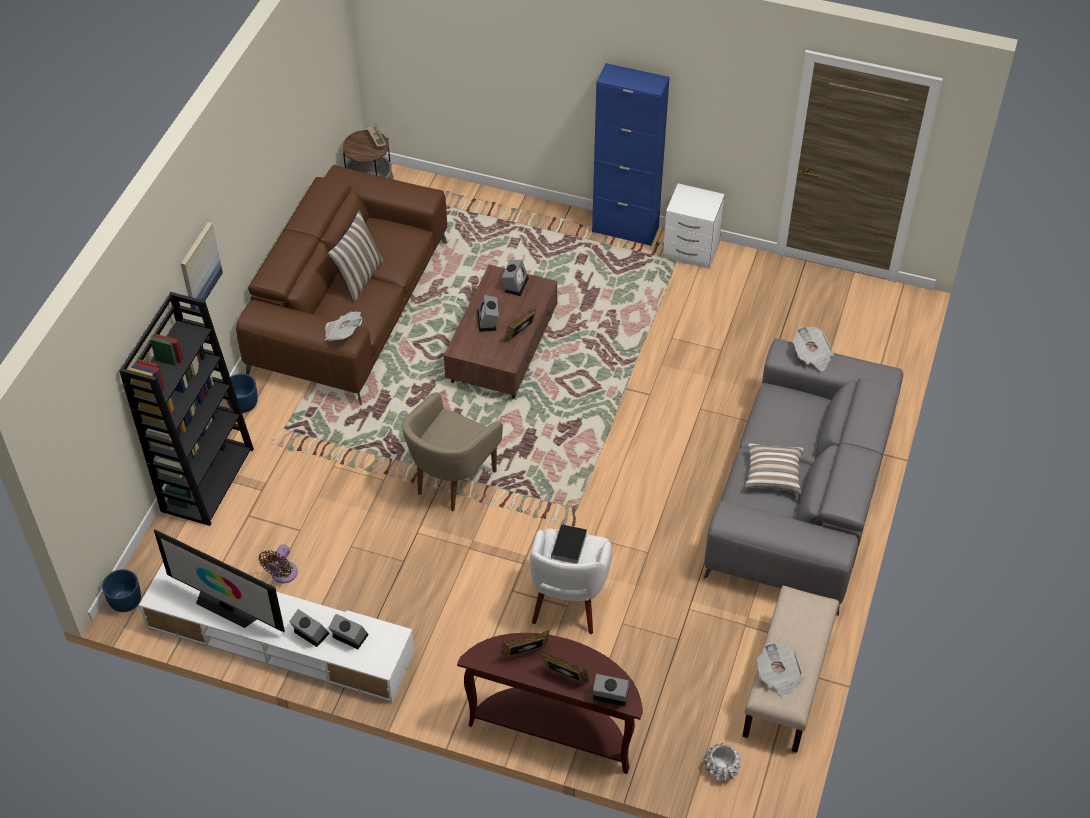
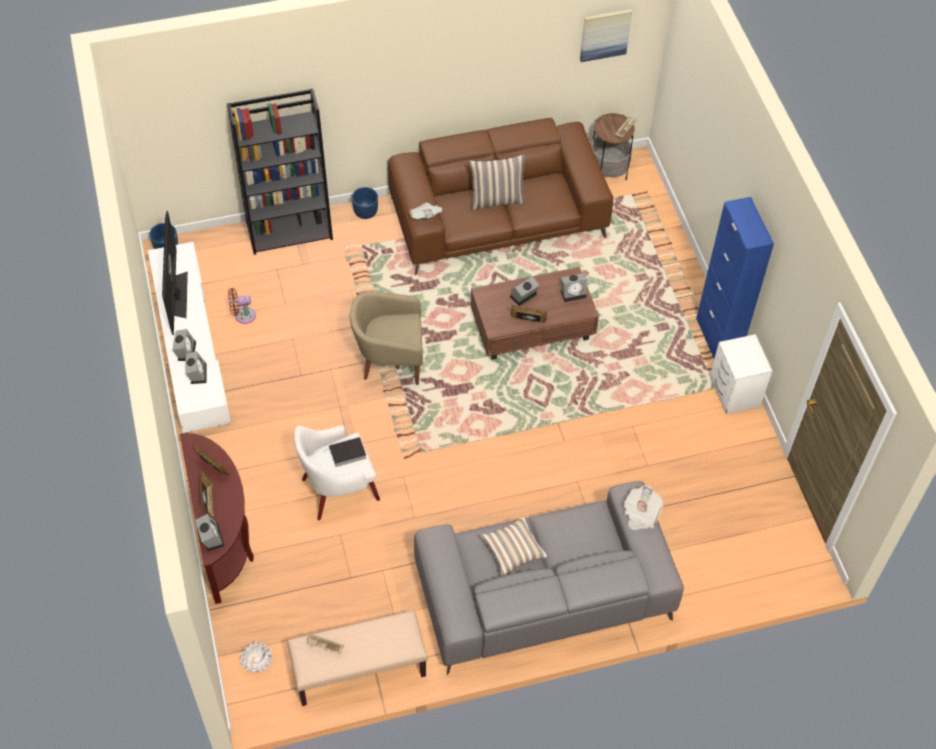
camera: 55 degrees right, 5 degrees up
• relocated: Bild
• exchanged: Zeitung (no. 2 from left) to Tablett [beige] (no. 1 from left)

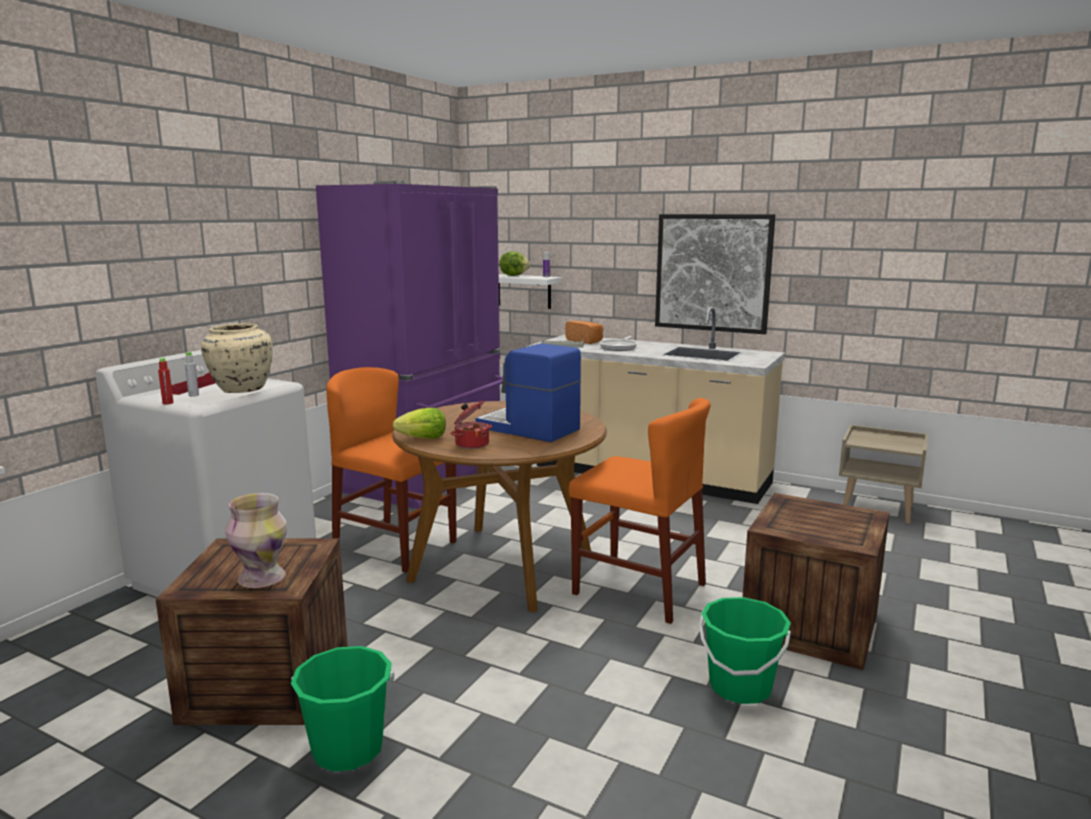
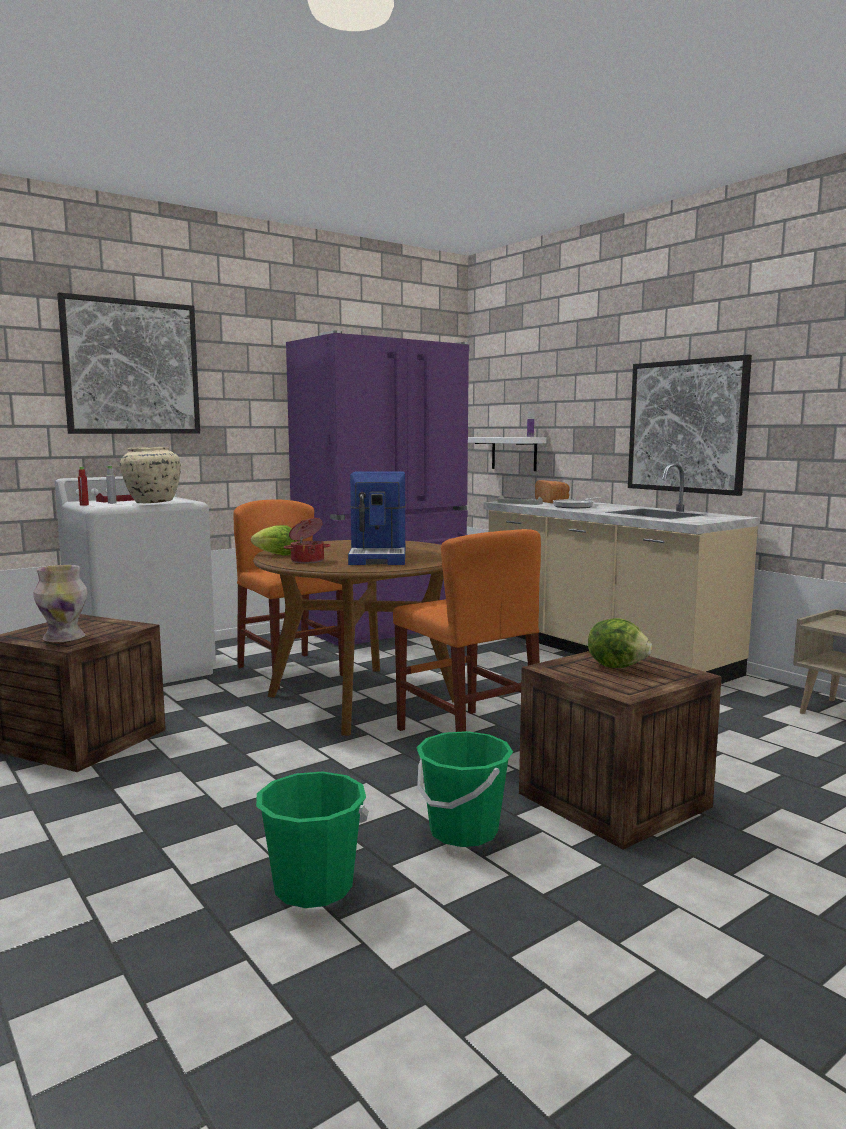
camera: 25 degrees right, 5 degrees down
• relocated: Salatkopf (no. 2 from left)
• spun: Kaffeemaschine 150 degrees counterclockwise
• relocated: Eimer [grün] (no. 1 from left)
• appeared: Bild (no. 1 from left)

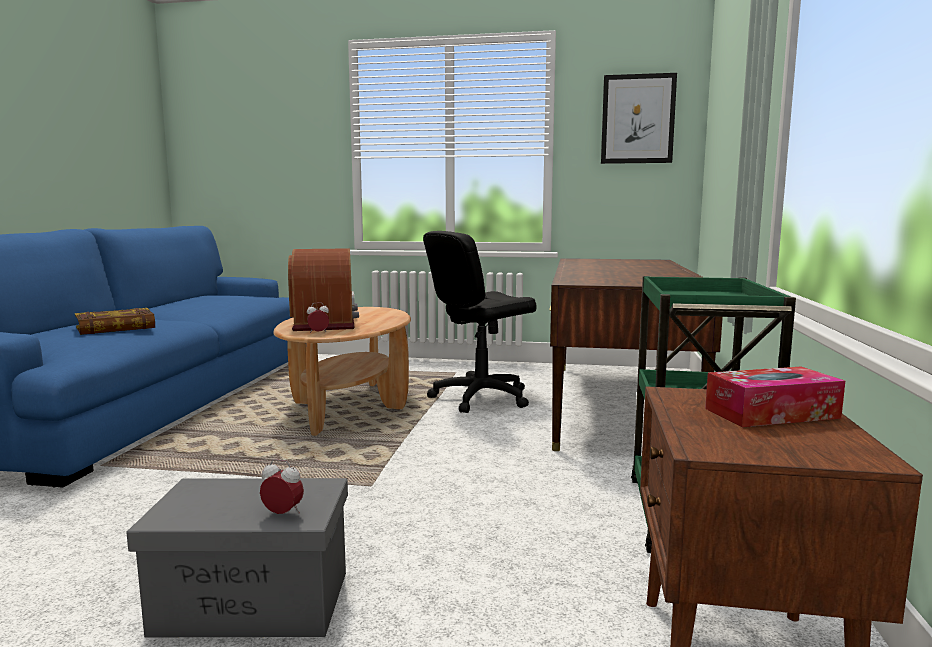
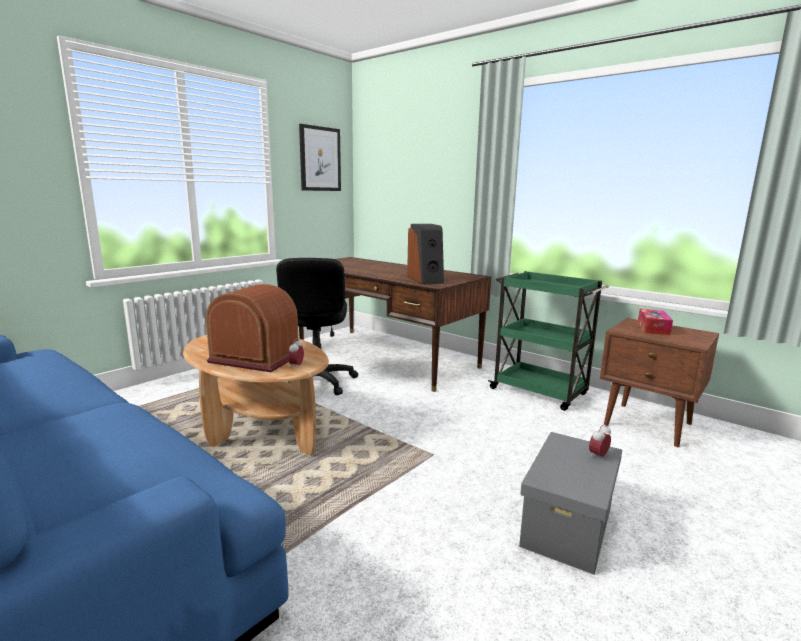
camera: 60 degrees left, 5 degrees up
• missing: Buch
• appeared: Lautsprecher

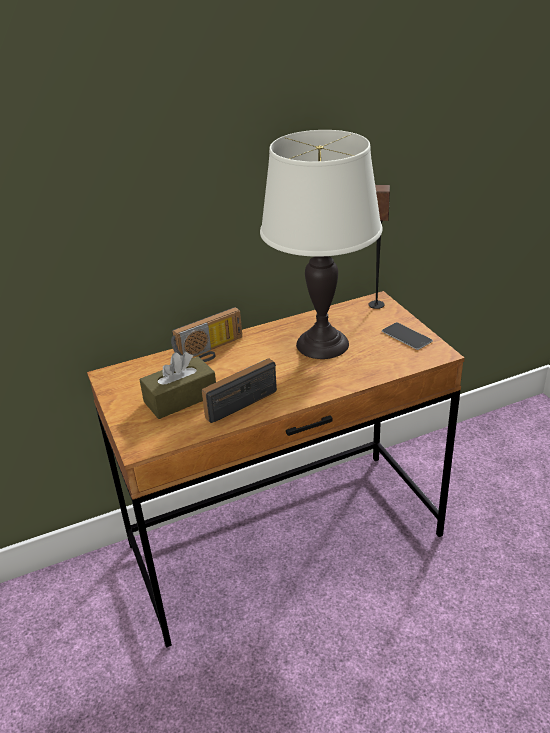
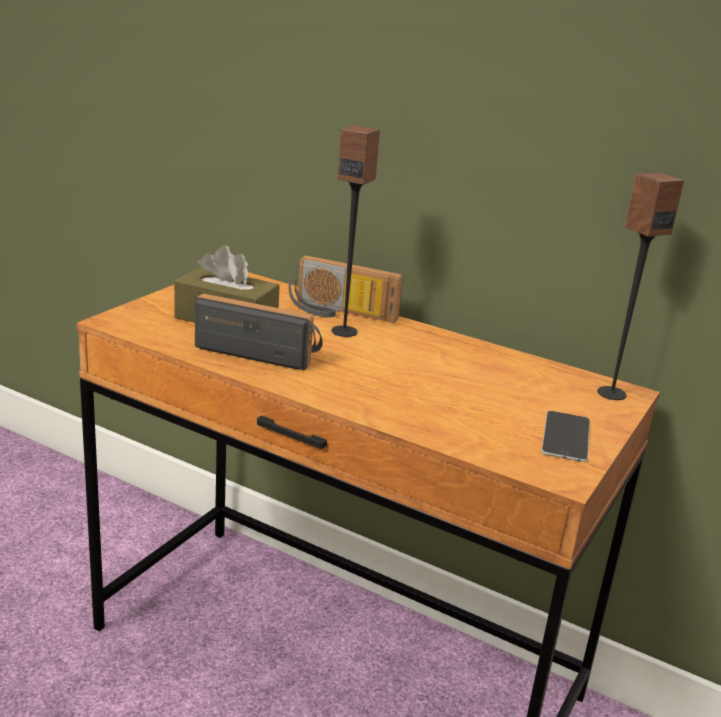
camera: 50 degrees right, 10 degrees down
• missing: Tischlampe [weiß]
• appeared: Lautsprecher (no. 1 from left)

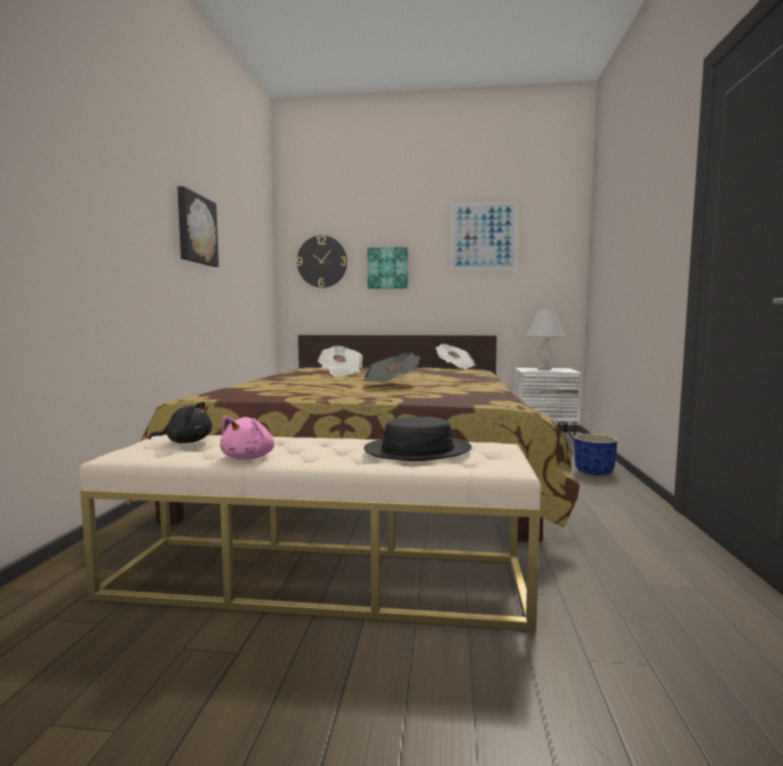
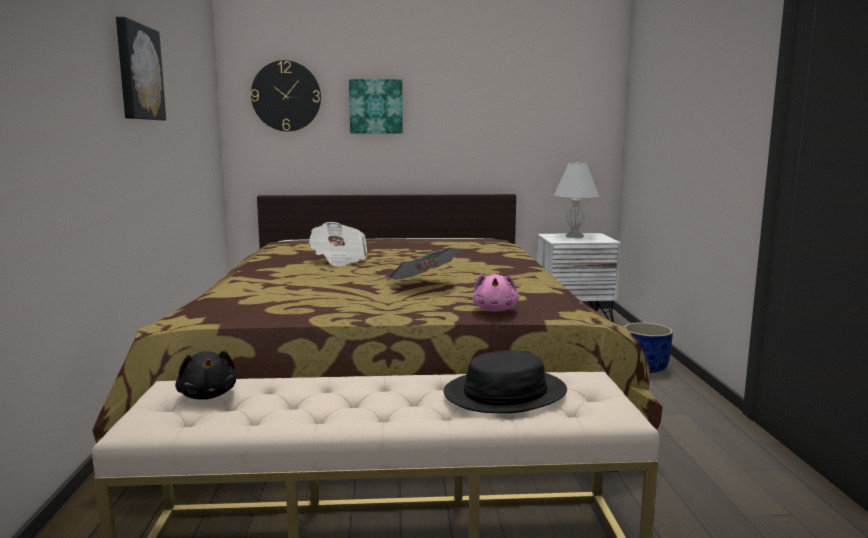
camera: 10 degrees left, 5 degrees up
• missing: Bild (no. 3 from left)
• missing: Zeitung (no. 3 from left)
• spun: Plüschtier [schwarz] 75 degrees clockwise
• relocated: Plüschtier [rosa]

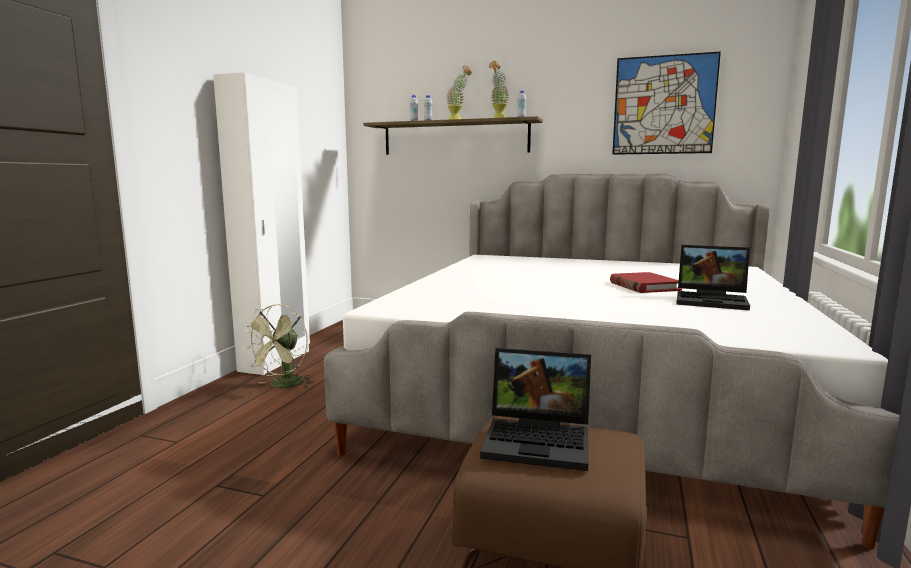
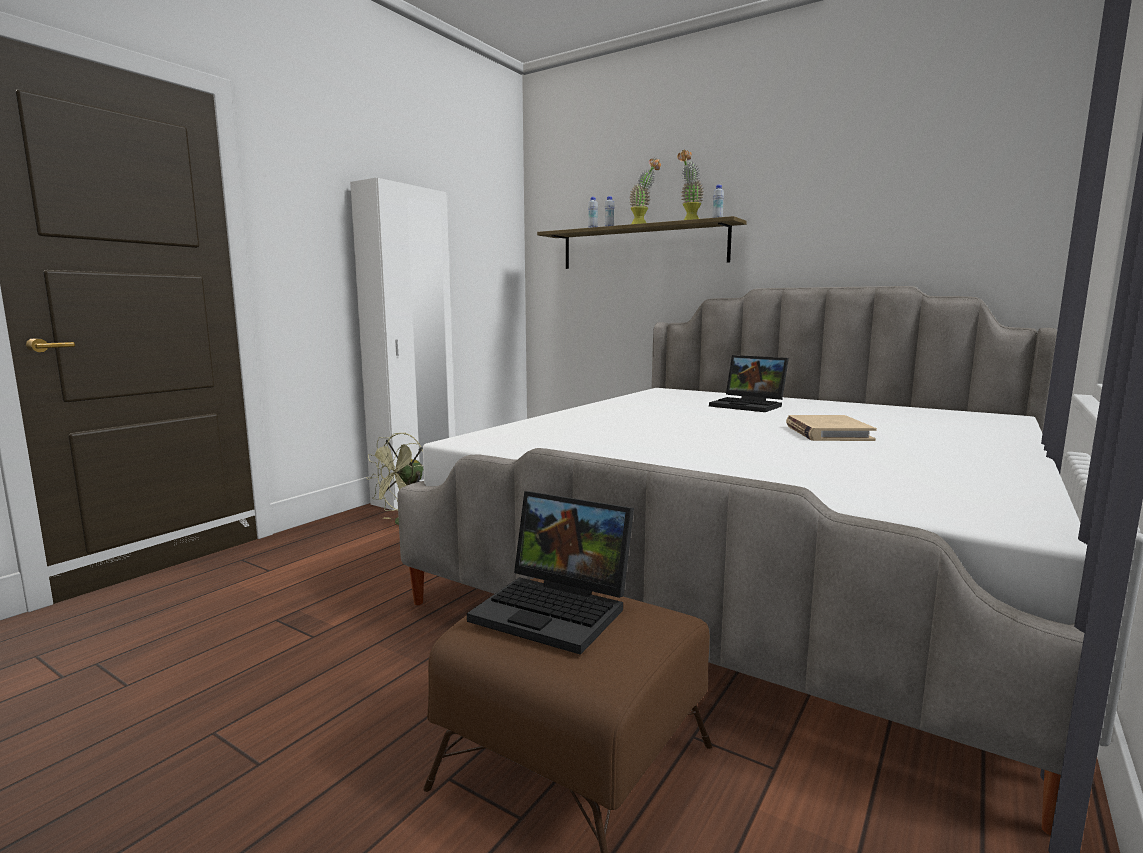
camera: 15 degrees right, 0 degrees up
• missing: Bild
• relocated: Laptop (no. 2 from left)
• colour: Buch [rot] to Buch [beige]

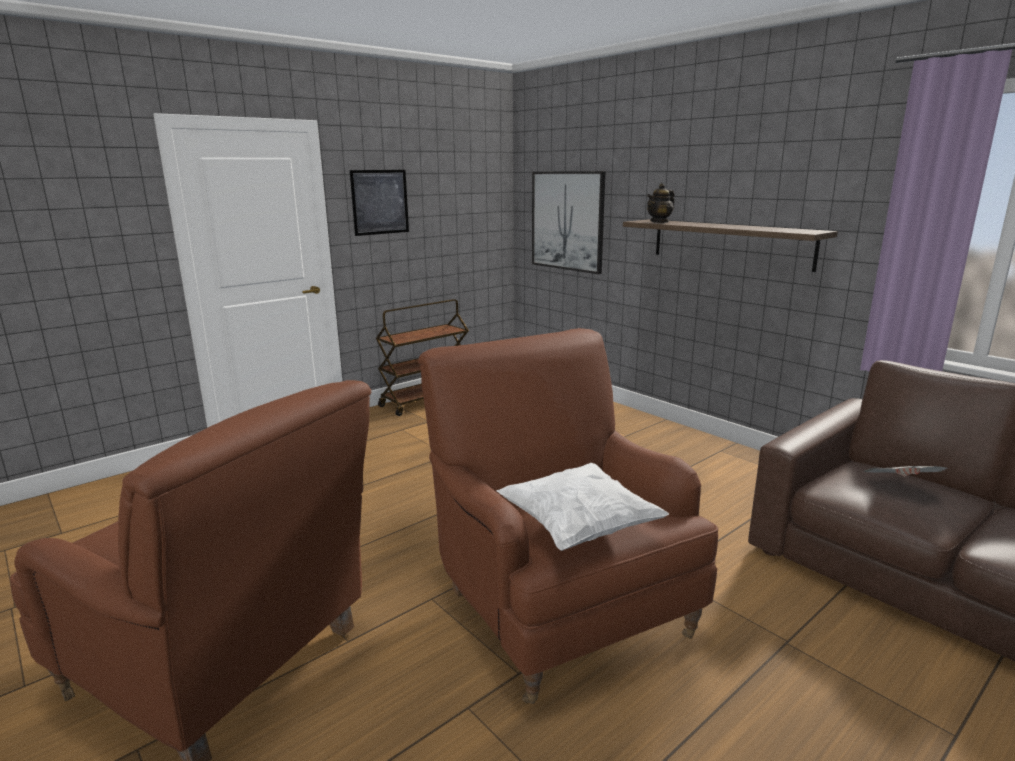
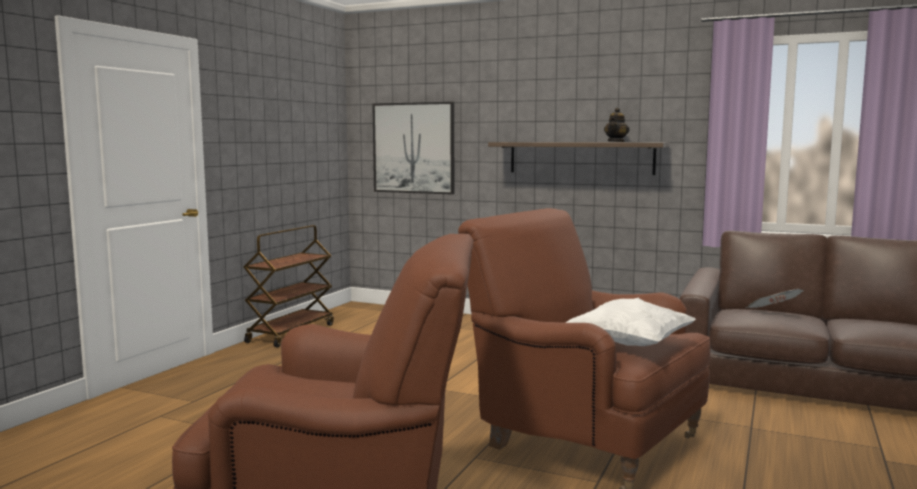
camera: 25 degrees left, 10 degrees down
• missing: Bild (no. 1 from left)
• relocated: Teekanne

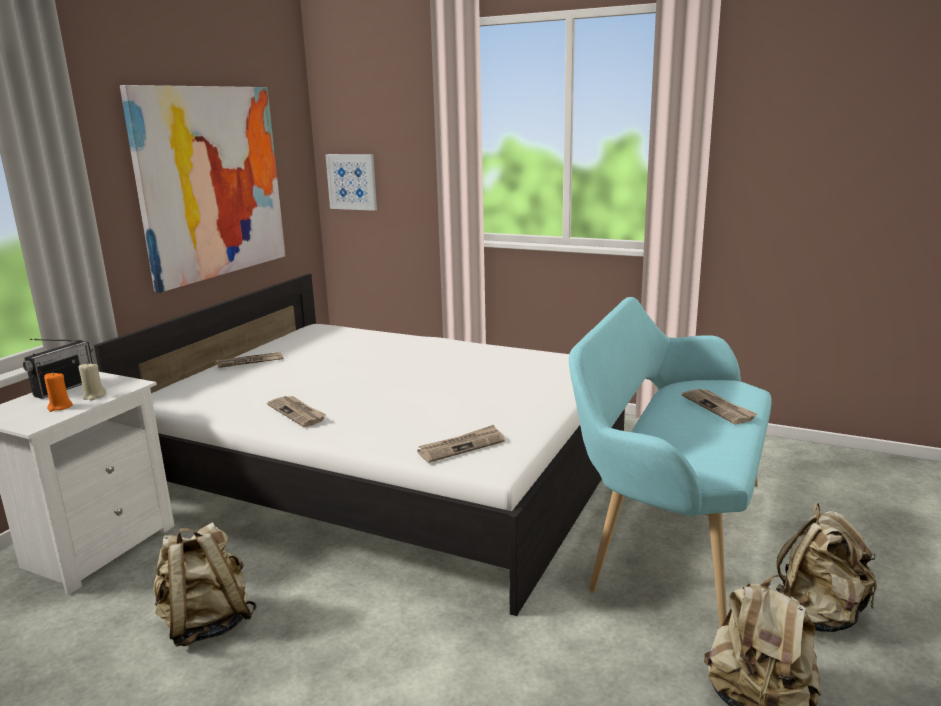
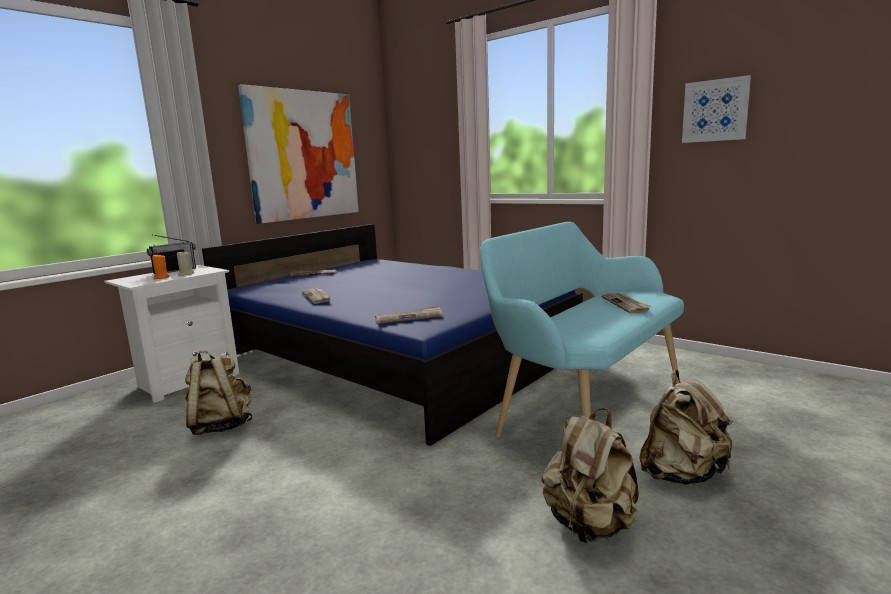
camera: 15 degrees right, 5 degrees down
• relocated: Bild (no. 2 from left)
• colour: Bett [weiß] to Bett [blau]

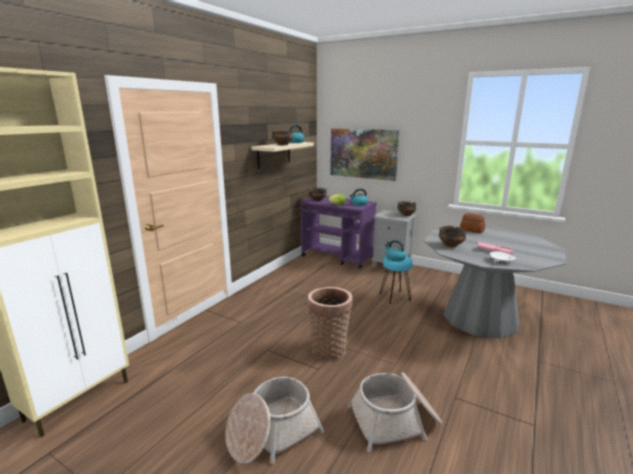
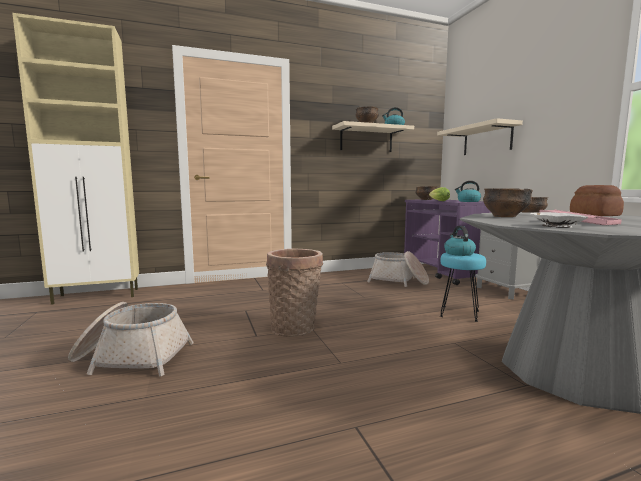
camera: 40 degrees right, 10 degrees down
• exchanged: Bild to Wandregal [beige] (no. 2 from left)
• relocated: Korb (no. 3 from left)

